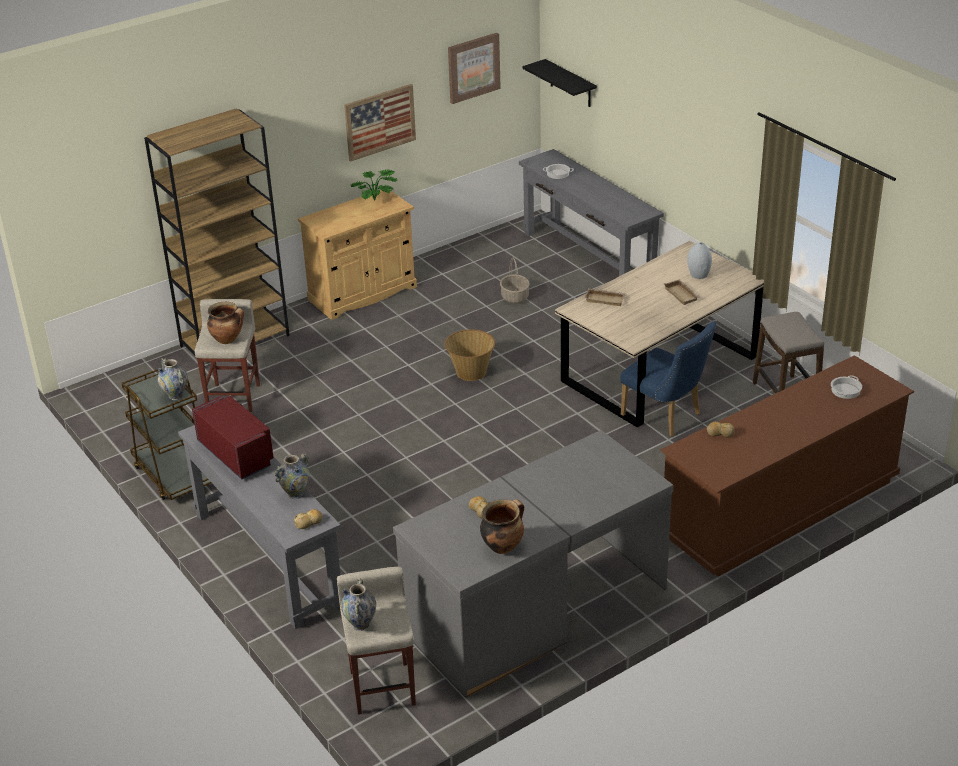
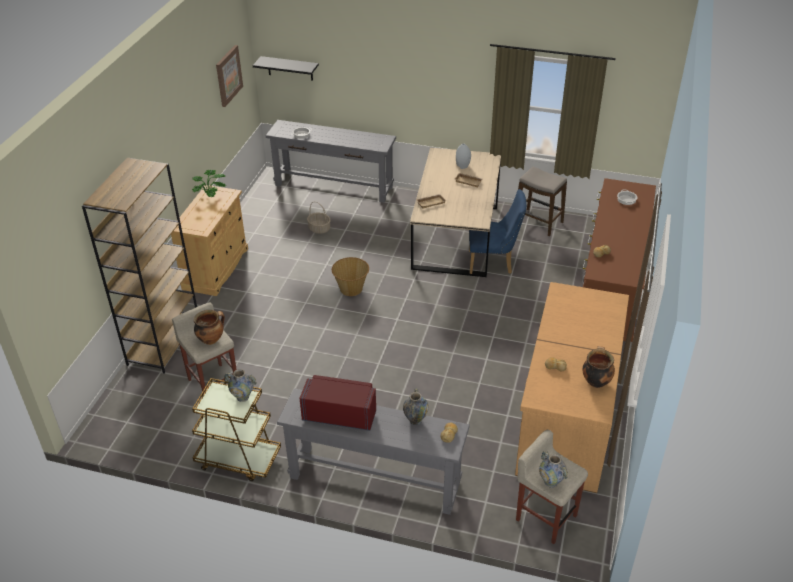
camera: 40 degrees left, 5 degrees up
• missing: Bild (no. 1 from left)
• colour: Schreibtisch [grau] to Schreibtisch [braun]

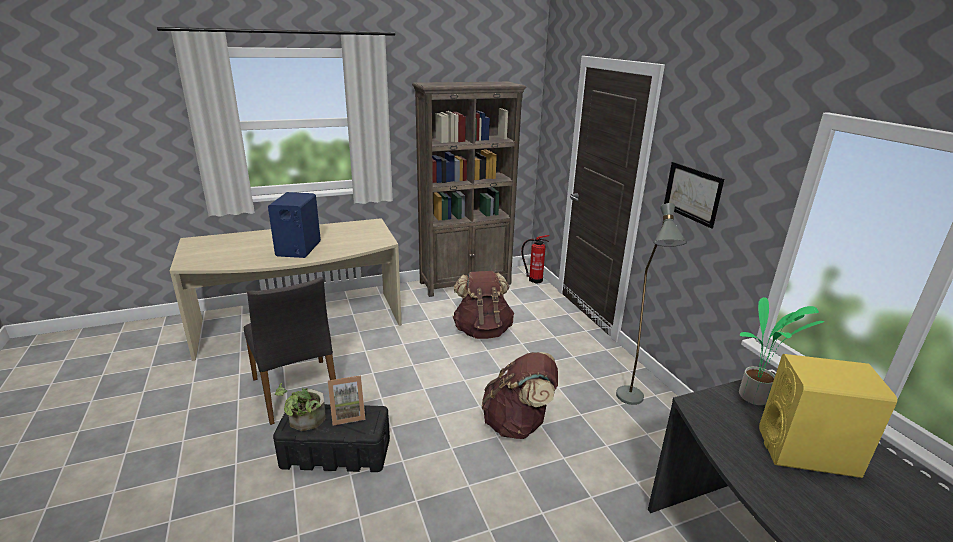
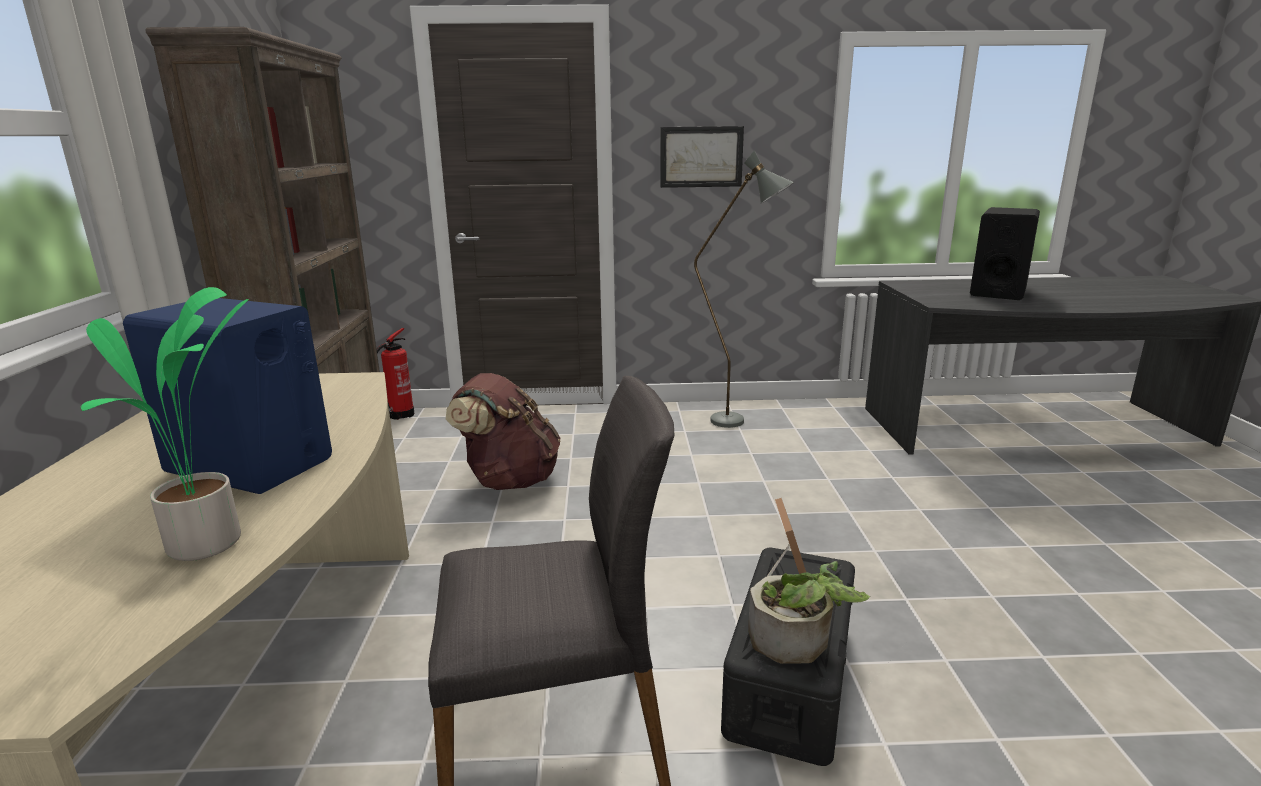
camera: 70 degrees left, 5 degrees down
• relocated: Topfpflanze (no. 2 from left in the first image) to Topfpflanze (no. 1 from left)
• missing: Rucksack [braun] (no. 2 from left)
• colour: Lautsprecher [gelb] to Lautsprecher [schwarz]

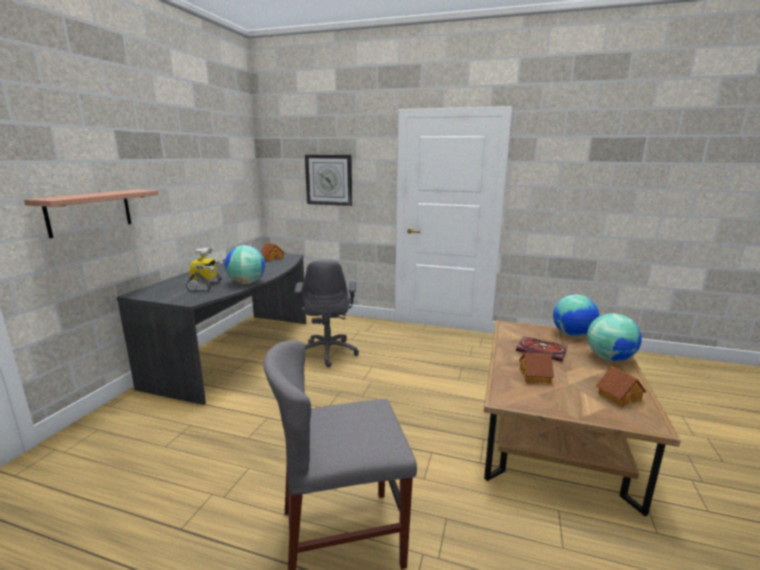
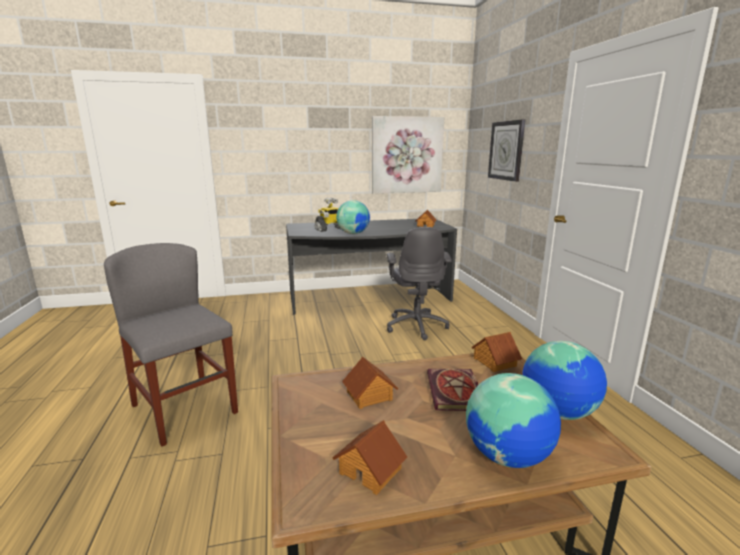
camera: 60 degrees right, 0 degrees up
• missing: Wandregal
• spun: Bürostuhl [grau] 60 degrees counterclockwise
• appeared: Bild
• appeared: Spielzeughaus (no. 4 from left)

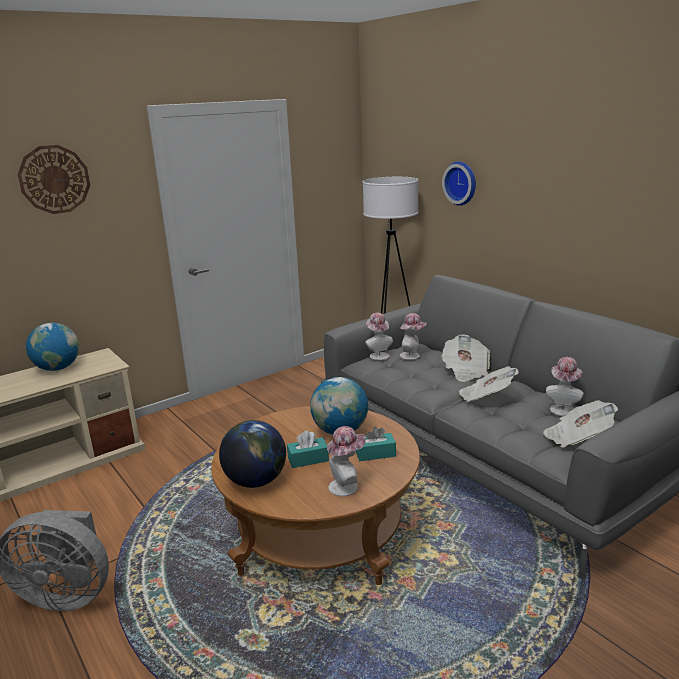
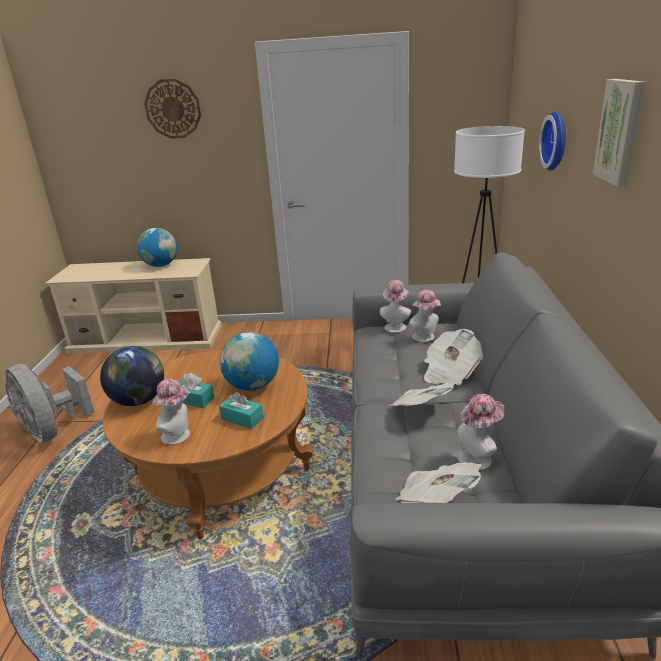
camera: 40 degrees right, 5 degrees up
• appeared: Bild

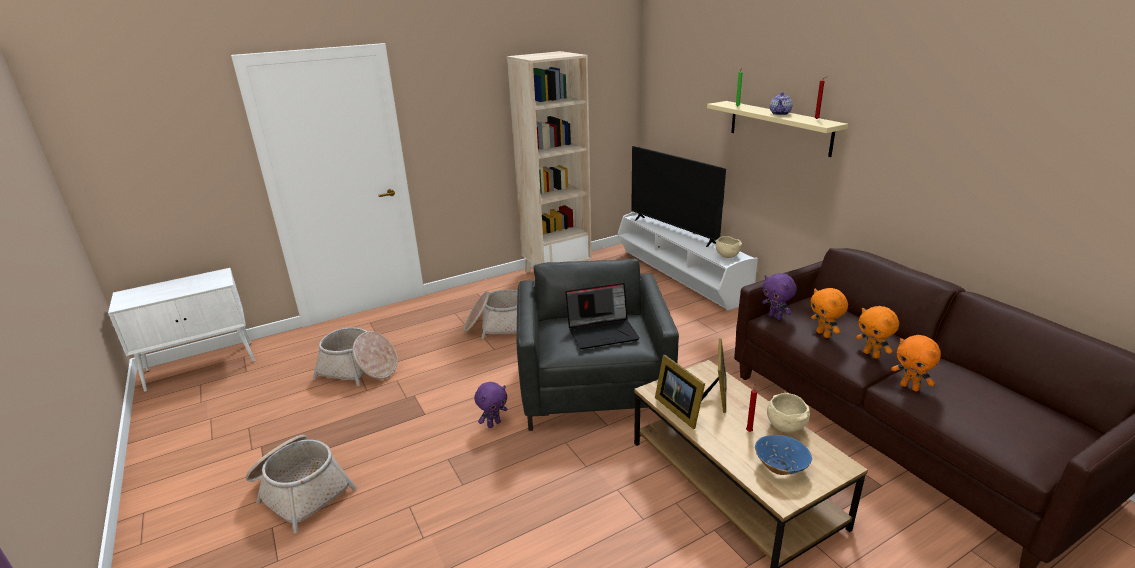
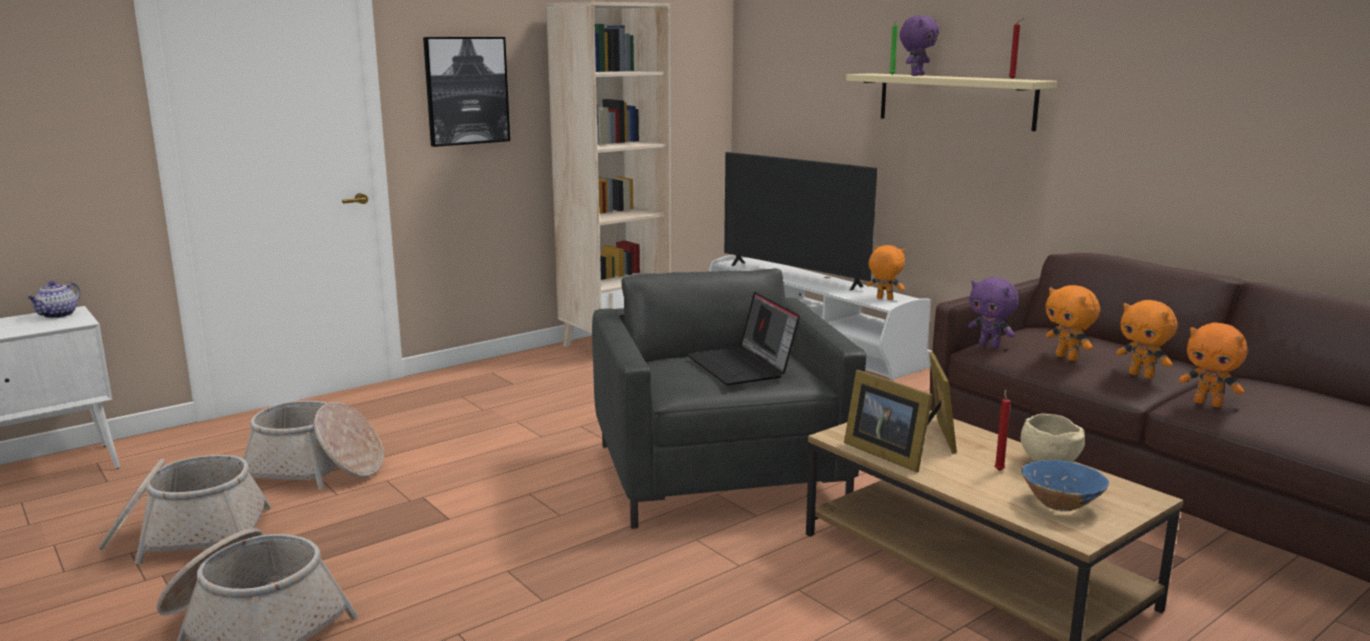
camera: 10 degrees left, 10 degrees down
• relocated: Teekanne
• exchanged: Schüssel [beige] (no. 1 from left) to Plüschtier [orange] (no. 1 from left)
• spun: Laptop 90 degrees clockwise
• relocated: Korb (no. 3 from left in the first image) to Korb (no. 1 from left)
• relocated: Plüschtier [lila] (no. 1 from left)
• appeared: Bild

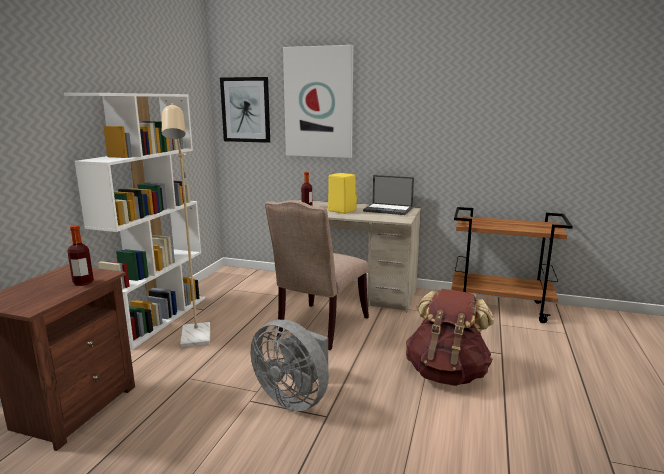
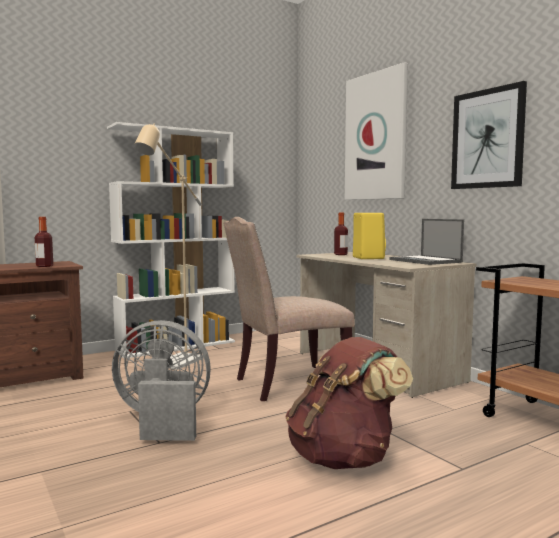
camera: 40 degrees right, 10 degrees down
• relocated: Bild (no. 1 from left in the first image) to Bild (no. 2 from left)
• spun: Ventilator [grau] 105 degrees clockwise

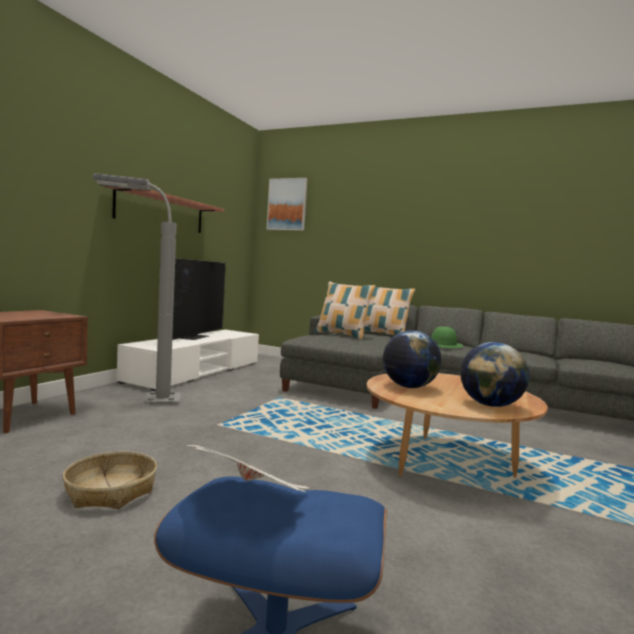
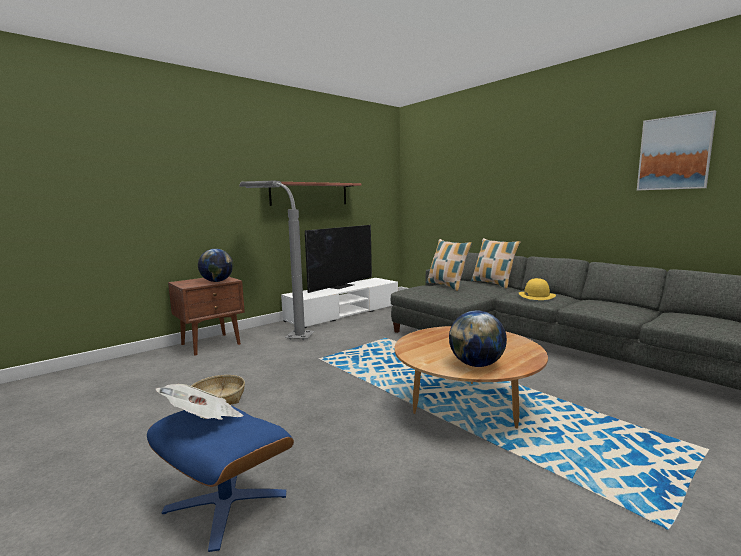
camera: 25 degrees right, 5 degrees up
• relocated: Bild
• colour: Hut [grün] to Hut [gelb]
• relocated: Globus (no. 1 from left)

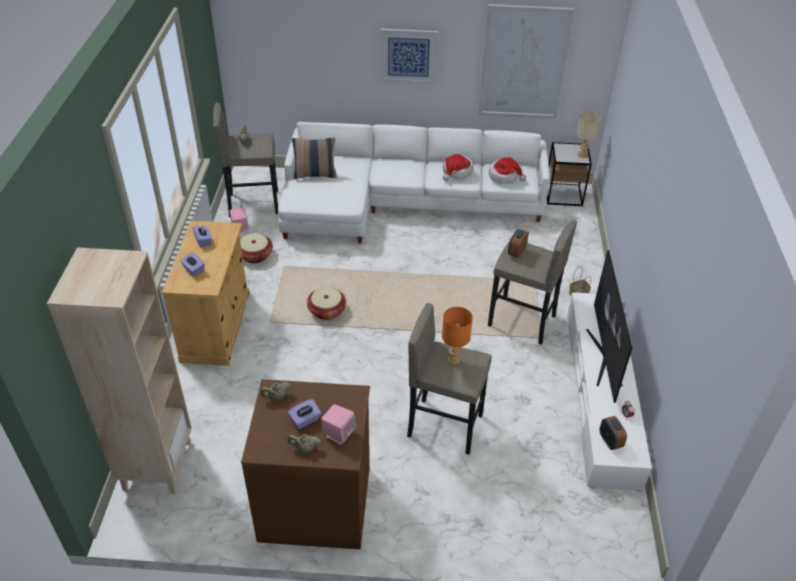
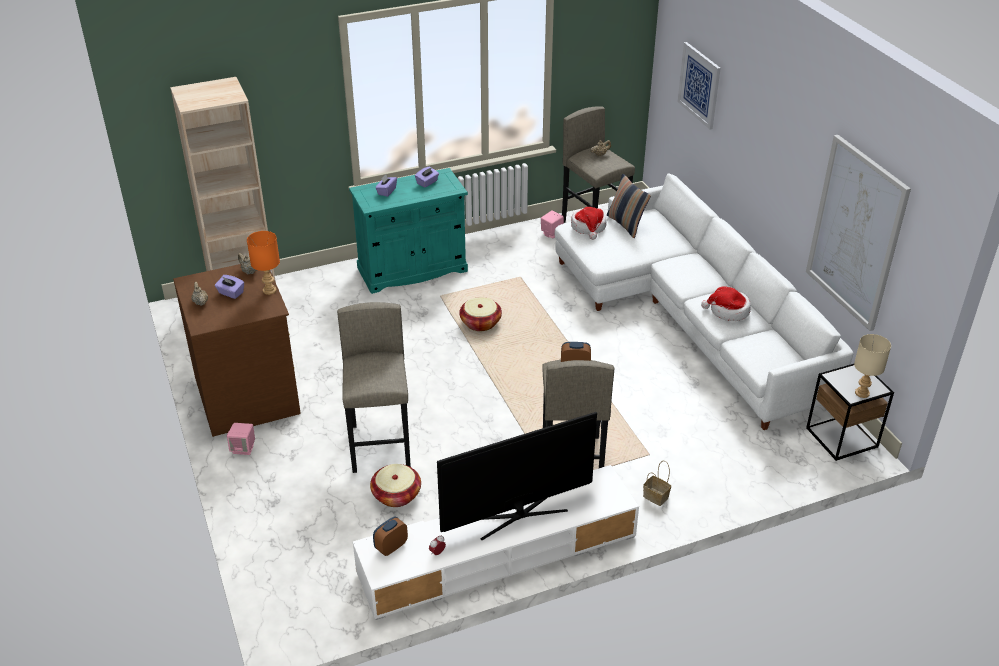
camera: 65 degrees right, 5 degrees down
• relocated: Bild (no. 1 from left)
• relocated: Hut (no. 2 from left in the first image) to Hut (no. 1 from left)
• colour: Schrank [beige] to Schrank [türkis]
• relocated: Korb (no. 1 from left)
• relocated: Tischlampe [orange]
• relocated: Lautsprecher [rosa] (no. 2 from left in the first image) to Lautsprecher [rosa] (no. 1 from left)

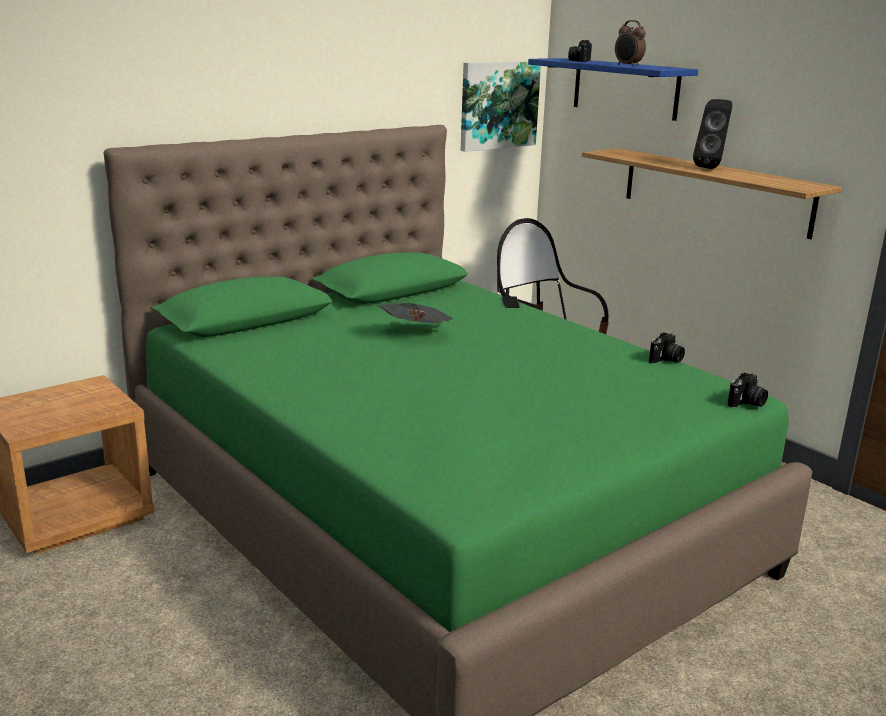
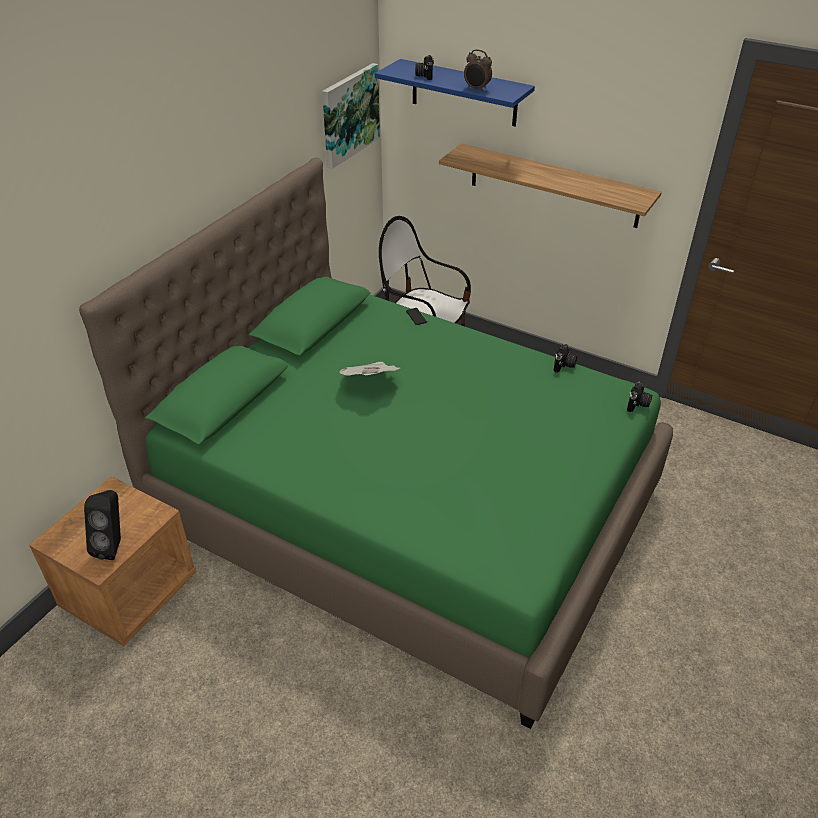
camera: 20 degrees left, 20 degrees up
• relocated: Lautsprecher [schwarz]

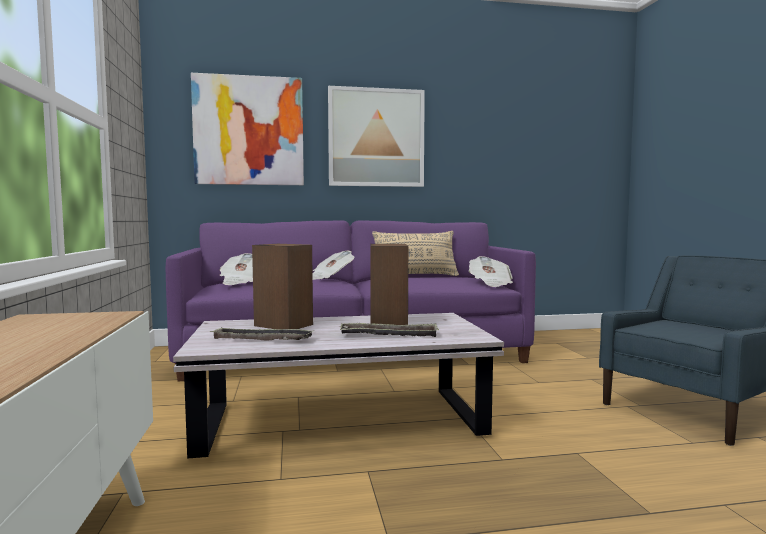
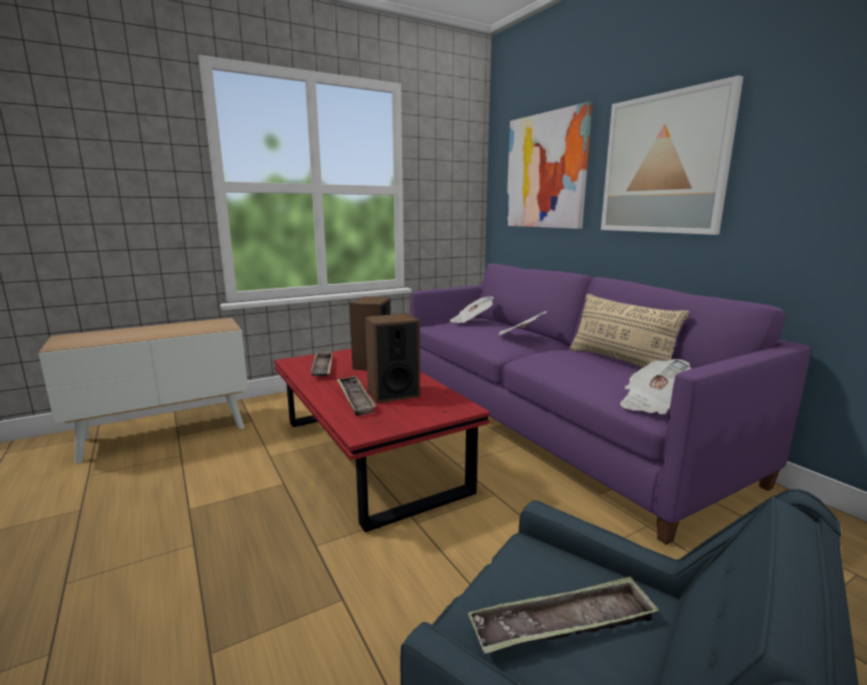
camera: 70 degrees right, 10 degrees up
• colour: Couchtisch [weiß] to Couchtisch [rot]
• appeared: Tablett (no. 3 from left)

